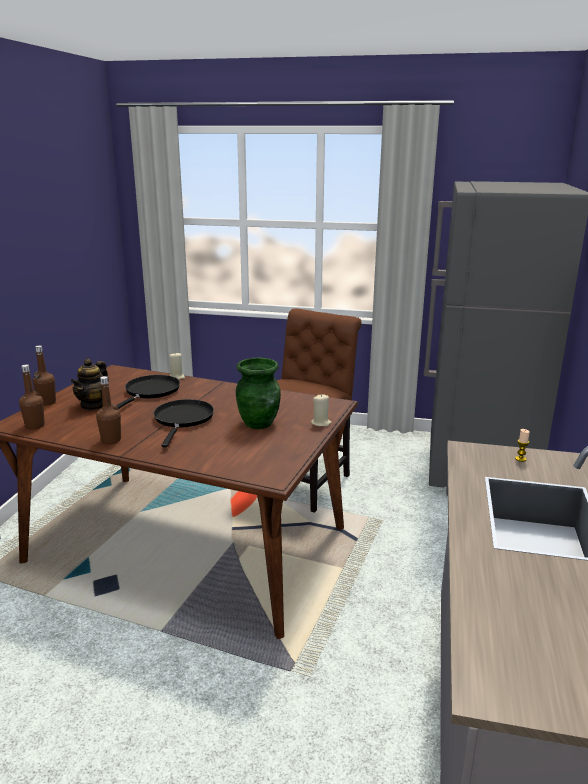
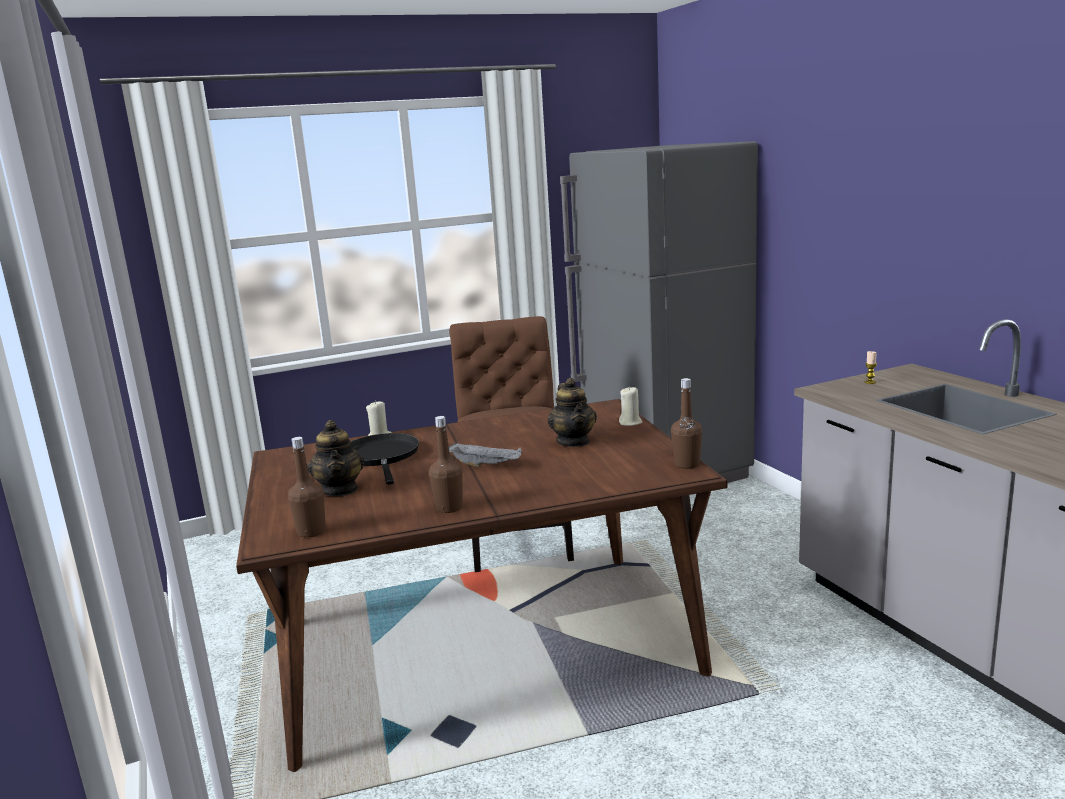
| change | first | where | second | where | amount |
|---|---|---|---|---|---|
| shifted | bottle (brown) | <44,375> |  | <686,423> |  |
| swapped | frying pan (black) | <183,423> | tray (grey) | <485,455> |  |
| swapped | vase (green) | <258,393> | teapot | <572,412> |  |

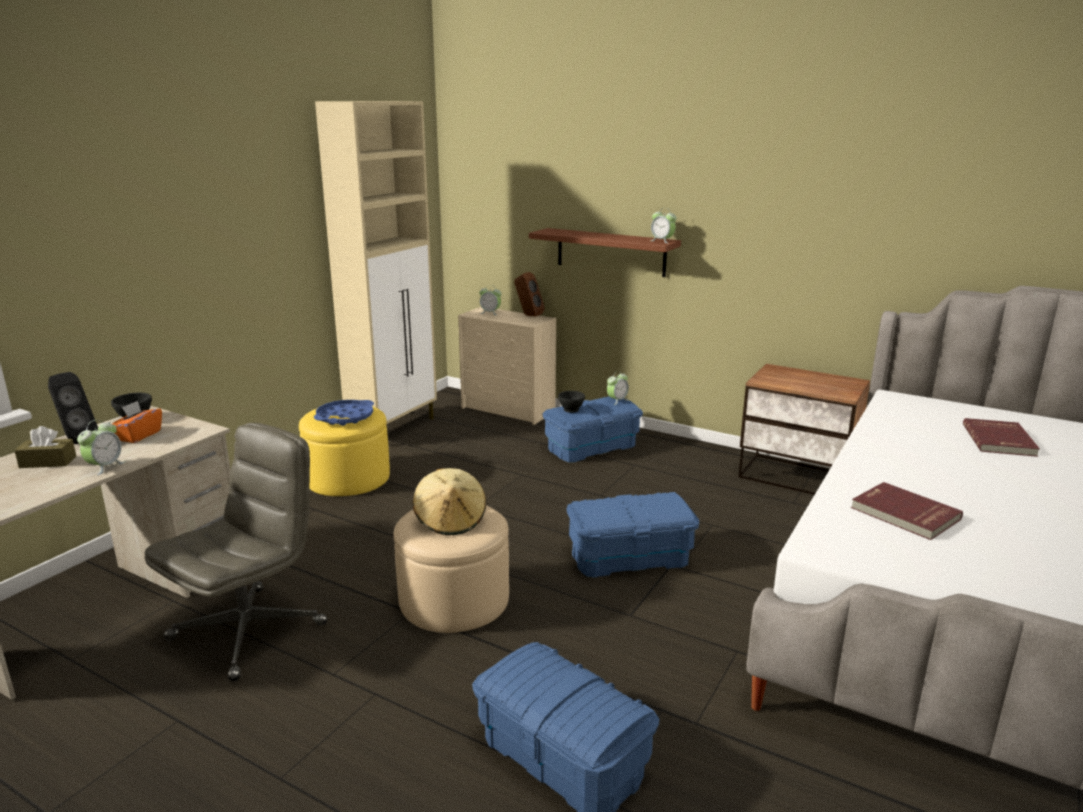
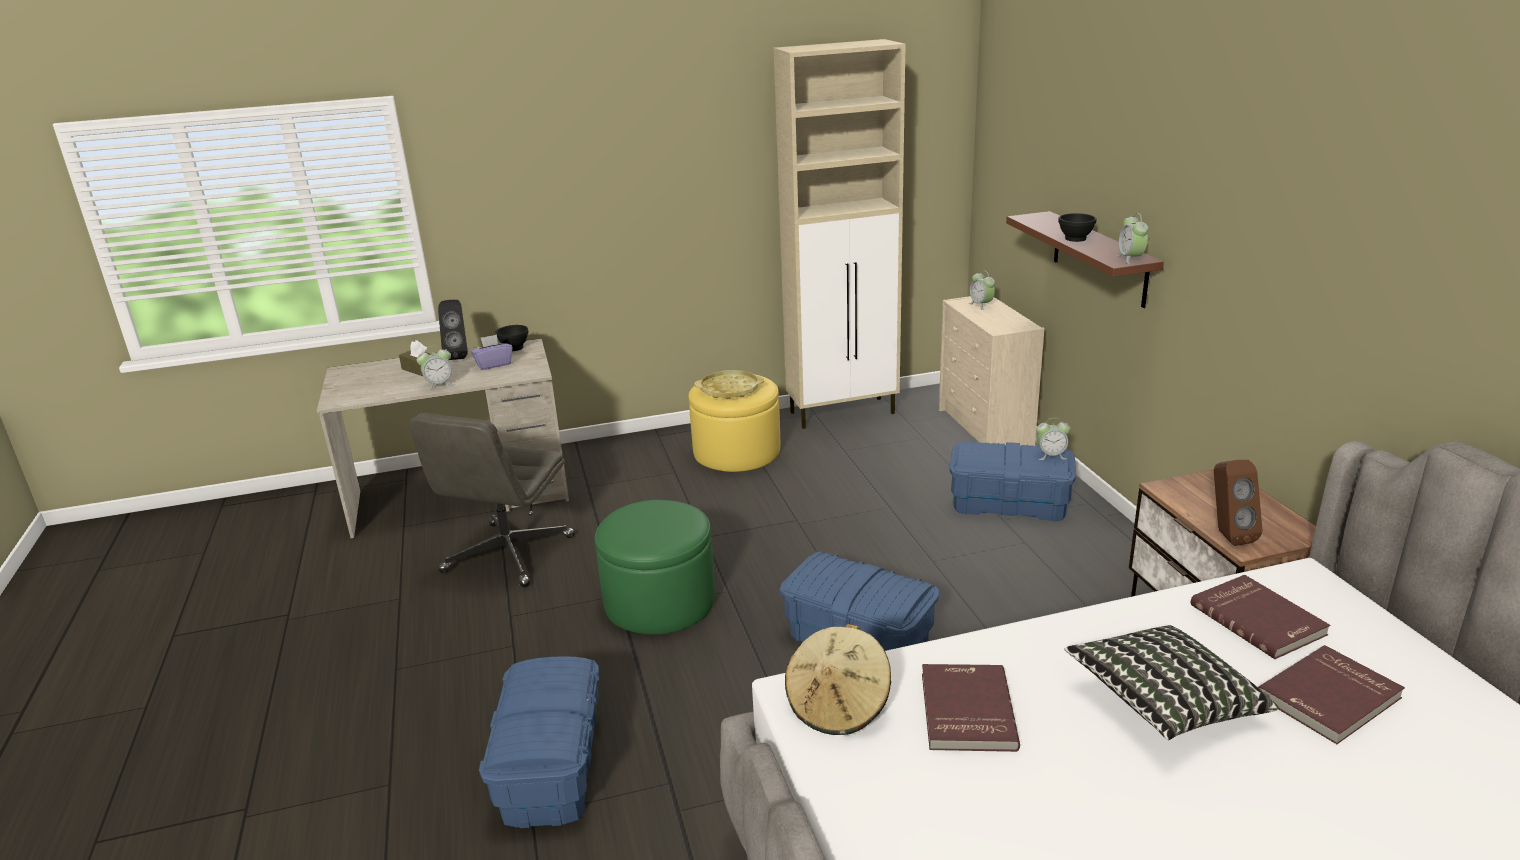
| change | first | where | second | where | amount |
|---|---|---|---|---|---|
| repainted | tissue box (orange) | <137,422> | tissue box (purple) | <492,352> |  |
| rotated | office chair (grey) | <236,552> |  | <492,500> | 120 degrees clockwise |
| repainted | tray (blue) | <344,413> | tray (yellow) | <729,384> |  |
| repainted | ottoman (beige) | <451,569> | ottoman (green) | <655,567> |  |
| shifted | hat (beige) | <449,501> |  | <838,679> |  |
| shifted | speaker (brown) | <529,294> |  | <1238,503> |  |
| shifted | bowl (black) | <571,402> |  | <1077,227> |  |
| new |  |  | pillow | <1171,682> |  |
| new |  |  | book (red) | <1260,617> |  |

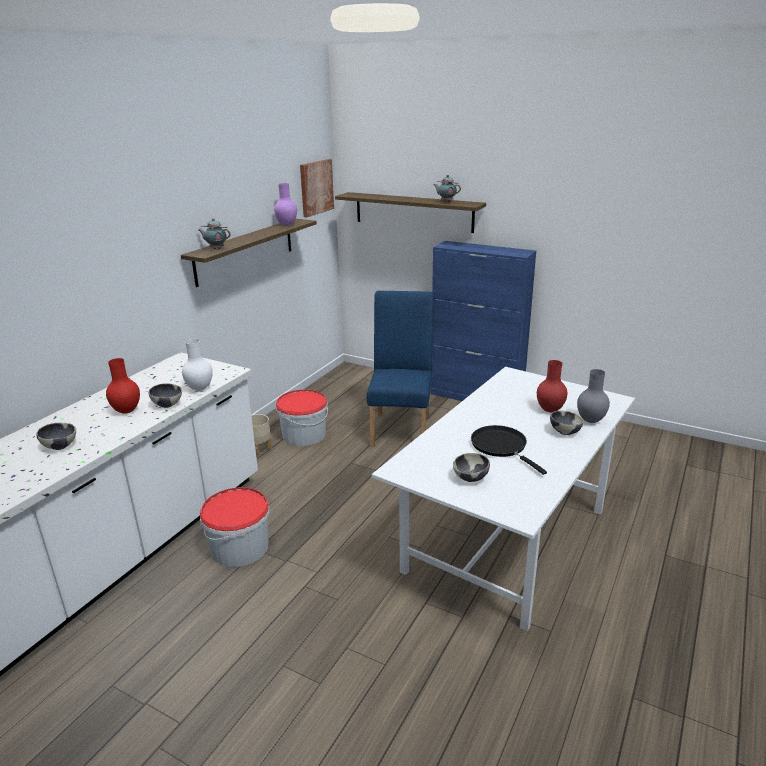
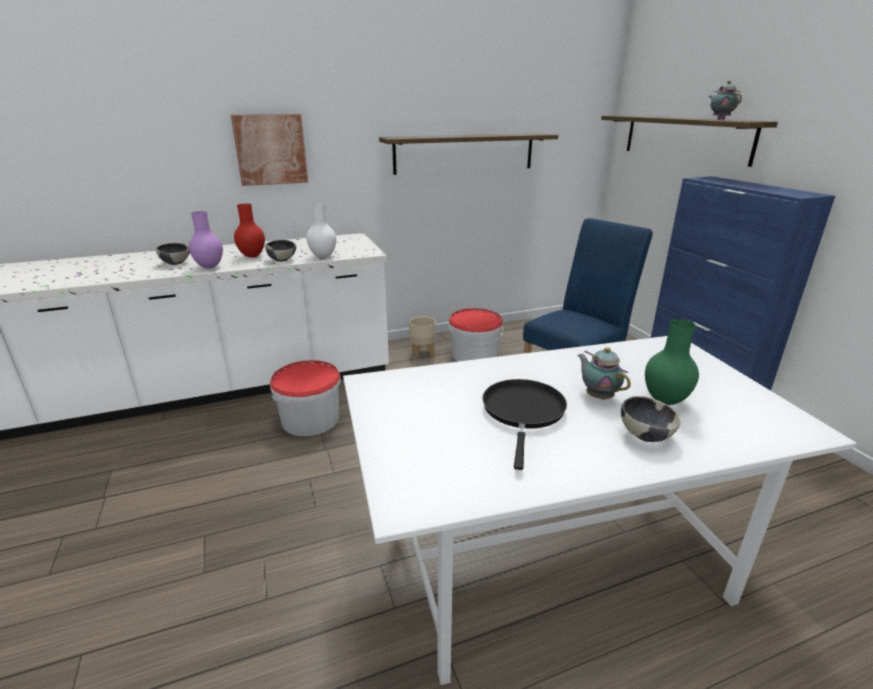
| change | first | where | second | where | amount |
|---|---|---|---|---|---|
| shifted | teapot | <214,233> |  | <604,373> |  |
| shifted | vase (purple) | <285,204> |  | <206,239> |  |
| shifted | picture | <317,188> |  | <269,150> |  |
| gone | bowl | <471,467> |  |  |  |
| repainted | vase (red) | <552,386> | vase (green) | <672,362> |  |
| gone | vase (grey) | <593,396> |  |  |  |

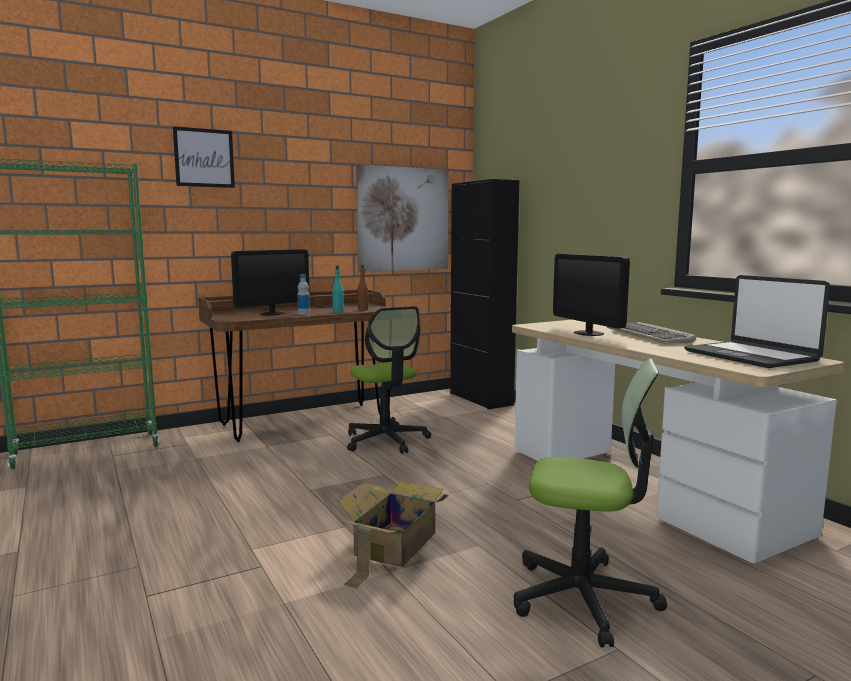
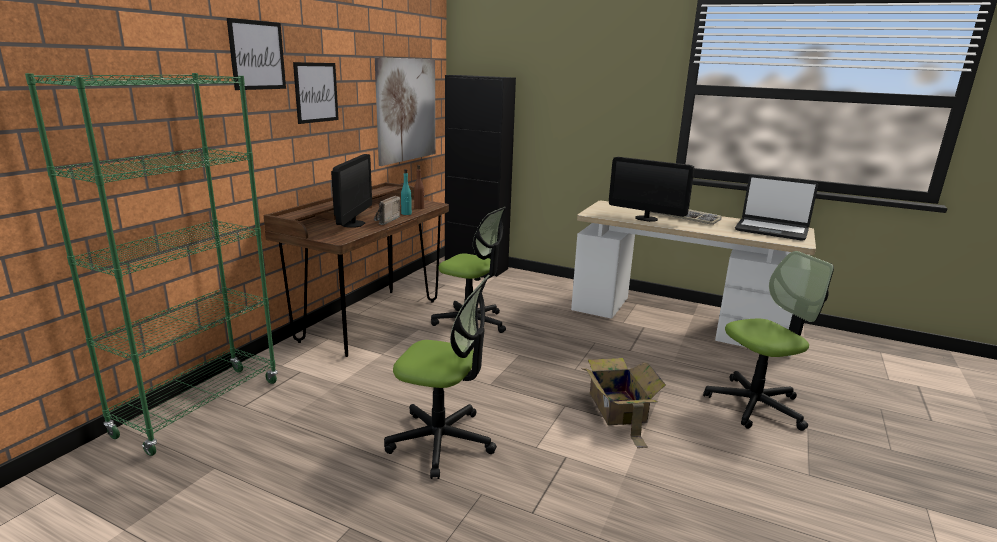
| change | first | where | second | where | amount |
|---|---|---|---|---|---|
| swapped | bottle | <303,294> | radio | <387,210> |  |
| new |  |  | picture | <316,93> |  |
| new |  |  | office chair | <440,377> |  |

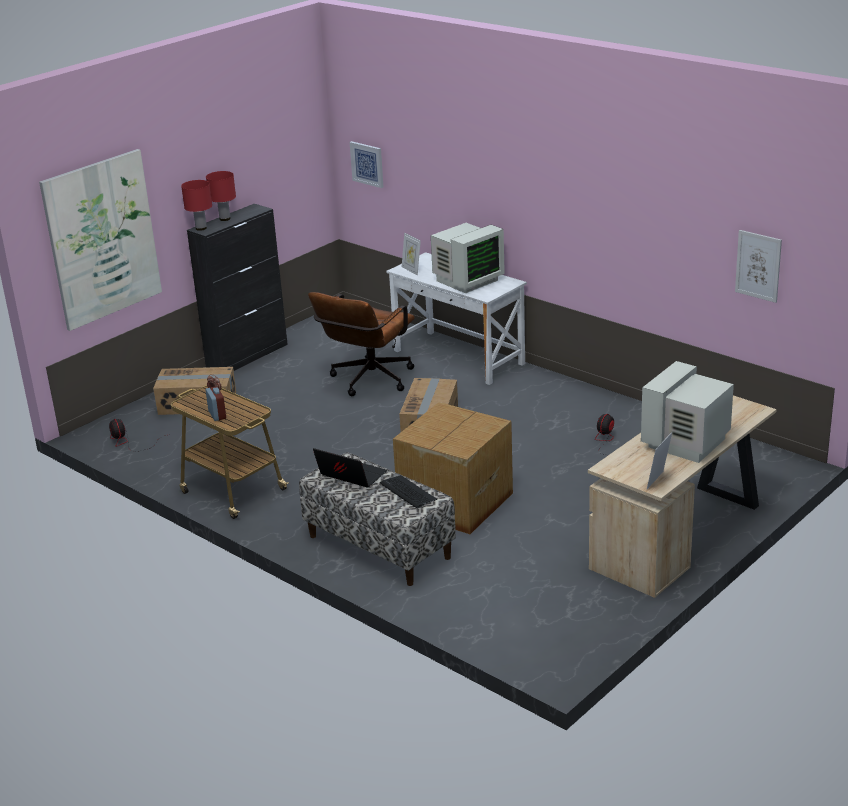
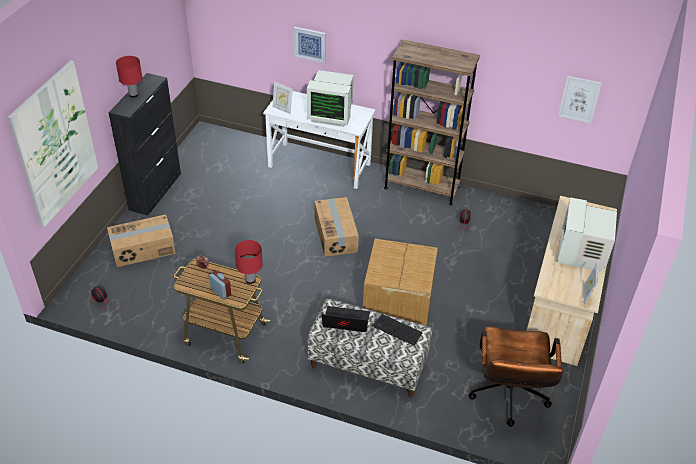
| change | first | where | second | where | amount |
|---|---|---|---|---|---|
| shifted | table lamp (red) | <196,205> |  | <249,262> |  |
| shifted | office chair (brown) | <361,344> |  | <516,377> |  |
| shifted | picture | <366,164> |  | <310,45> |  |
| rotated | monitor | <468,258> |  | <330,98> | 75 degrees clockwise |
| new |  |  | bookcase (brown) | <432,122> |  |

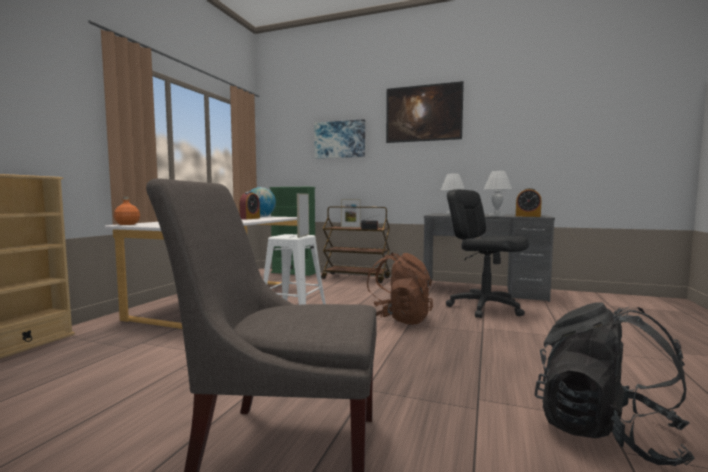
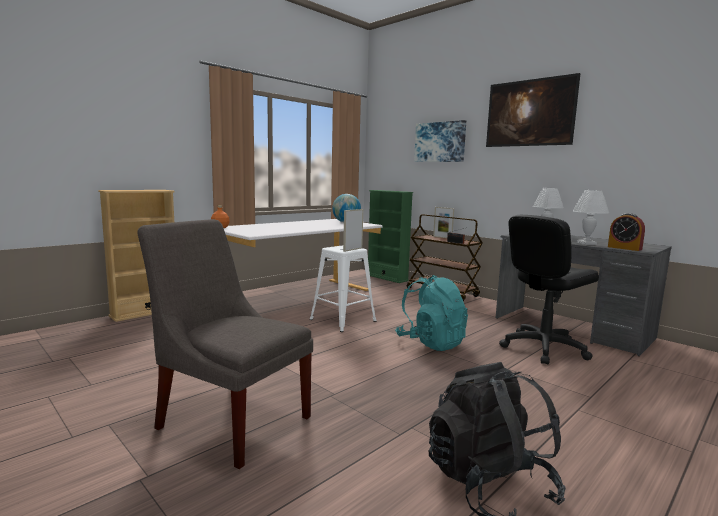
| change | first | where | second | where | amount |
|---|---|---|---|---|---|
| gone | alarm clock | <249,205> |  |  |  |
| repainted | backpack (brown) | <400,288> | backpack (turquoise) | <431,313> |  |
| rotated | office chair (black) | <487,253> |  | <549,289> | 105 degrees counterclockwise |

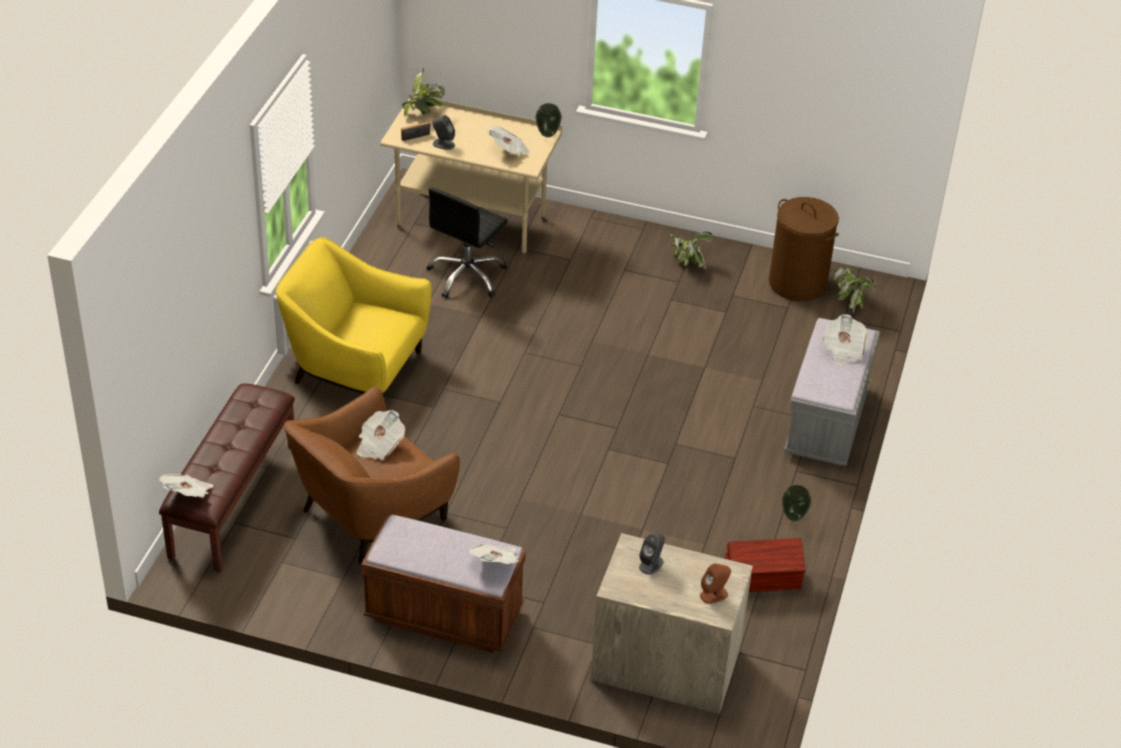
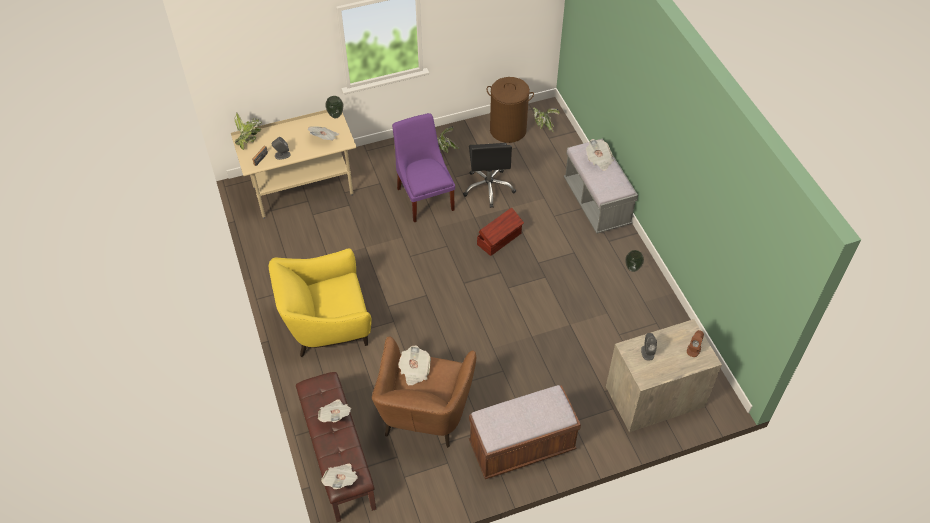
| change | first | where | second | where | amount |
|---|---|---|---|---|---|
| shifted | office chair (black) | <467,242> |  | <489,175> |  |
| shifted | newspaper | <494,553> |  | <334,411> |  |
| shifted | storage box (brown) | <765,565> |  | <500,232> |  |
| new |  |  | chair (purple) | <423,167> |  |

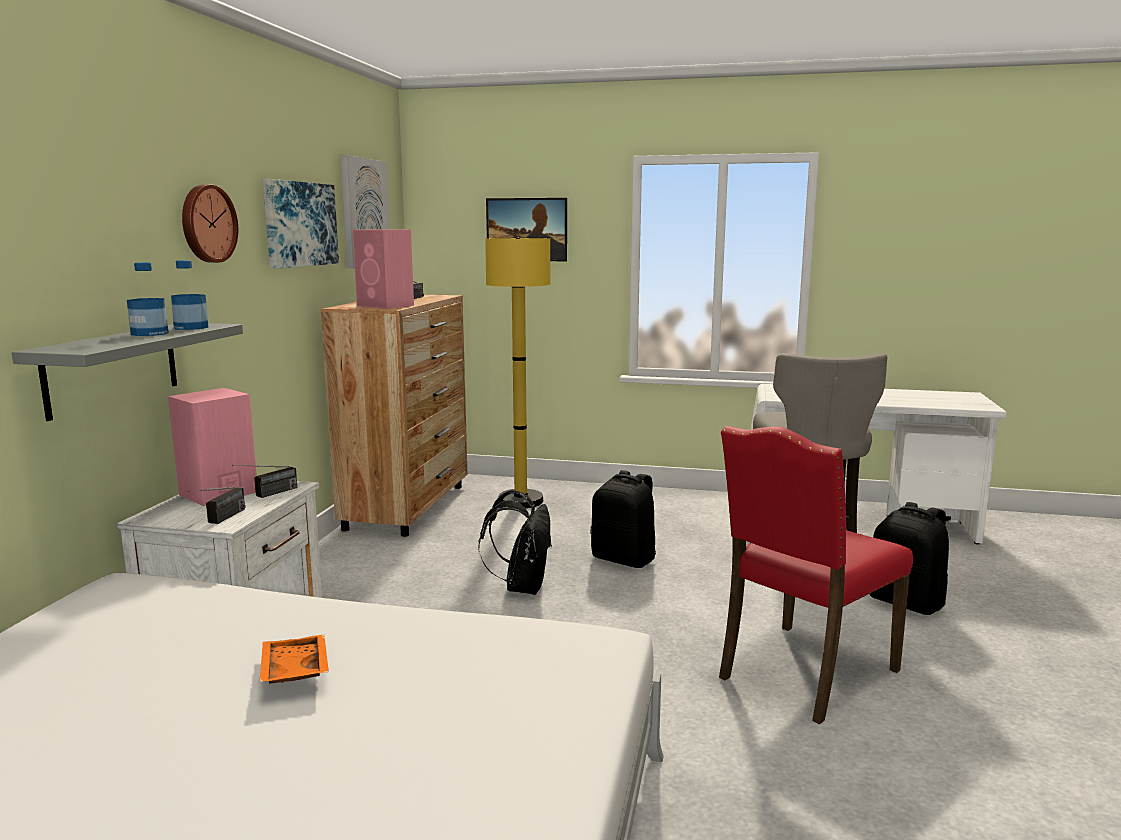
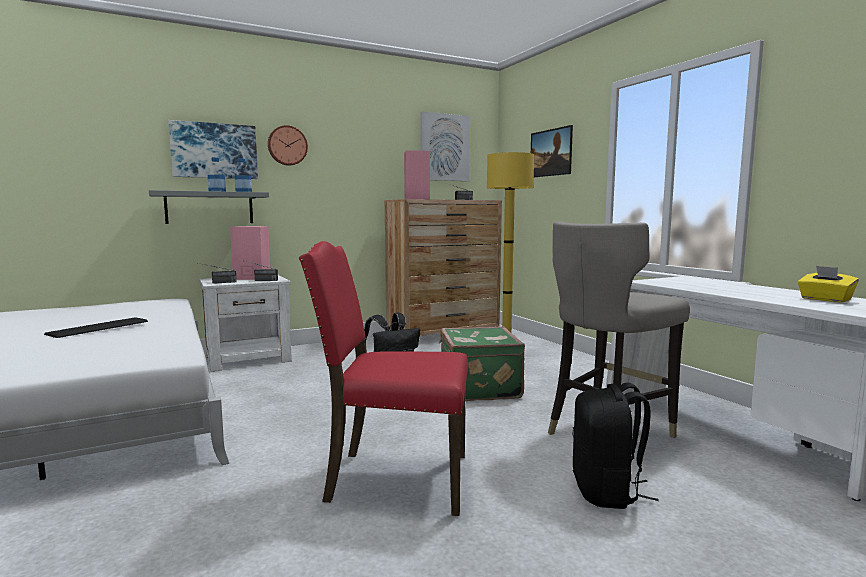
| change | first | where | second | where | amount |
|---|---|---|---|---|---|
| swapped | tray (orange) | <294,659> | keyboard | <96,327> |  |
| shifted | picture | <301,224> |  | <213,149> |  |
| swapped | backpack (black) | <623,519> | suitcase (green) | <482,363> |  |
| new |  |  | tissue box (yellow) | <828,284> |  |

